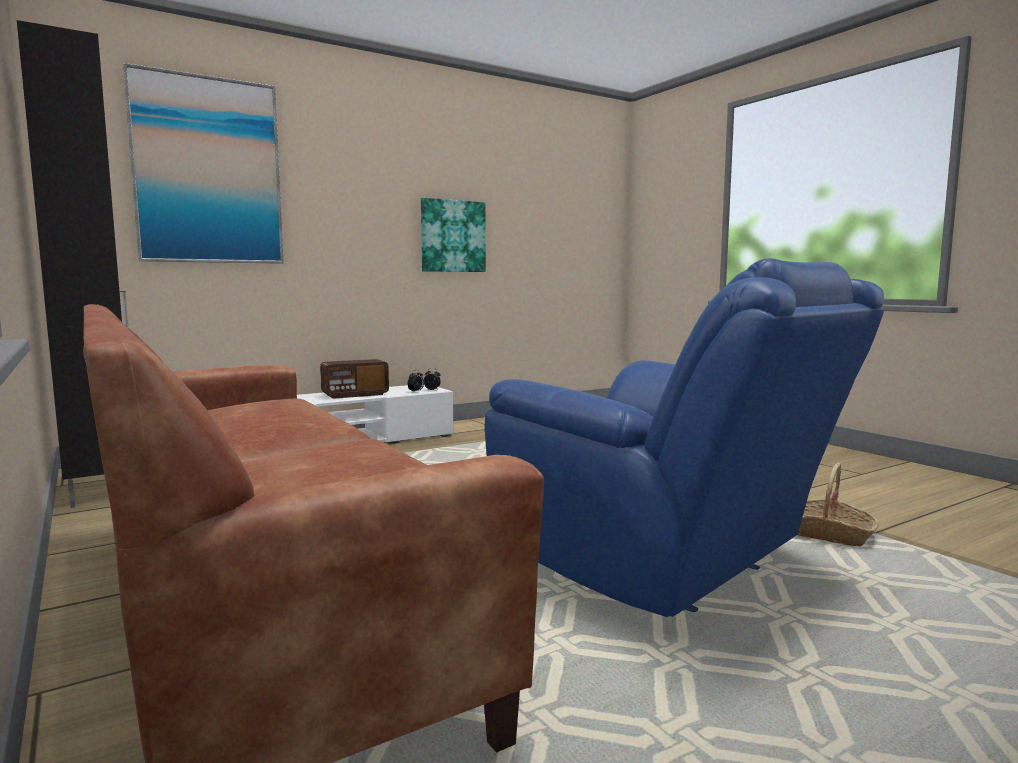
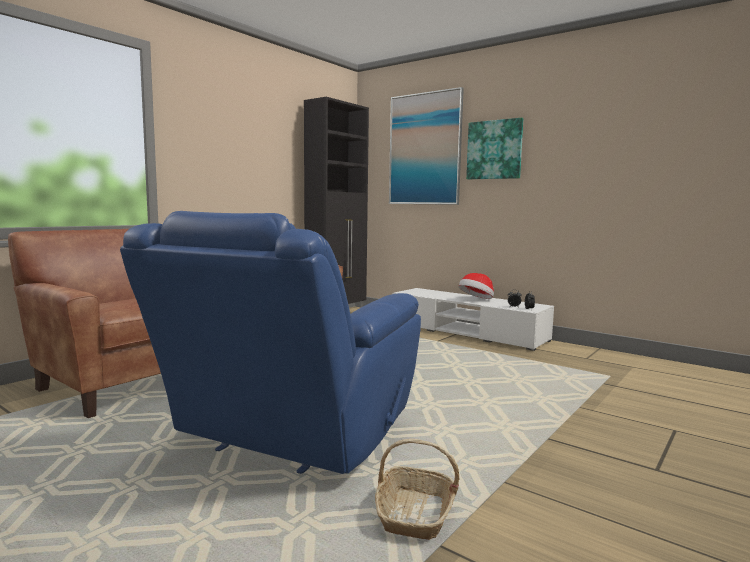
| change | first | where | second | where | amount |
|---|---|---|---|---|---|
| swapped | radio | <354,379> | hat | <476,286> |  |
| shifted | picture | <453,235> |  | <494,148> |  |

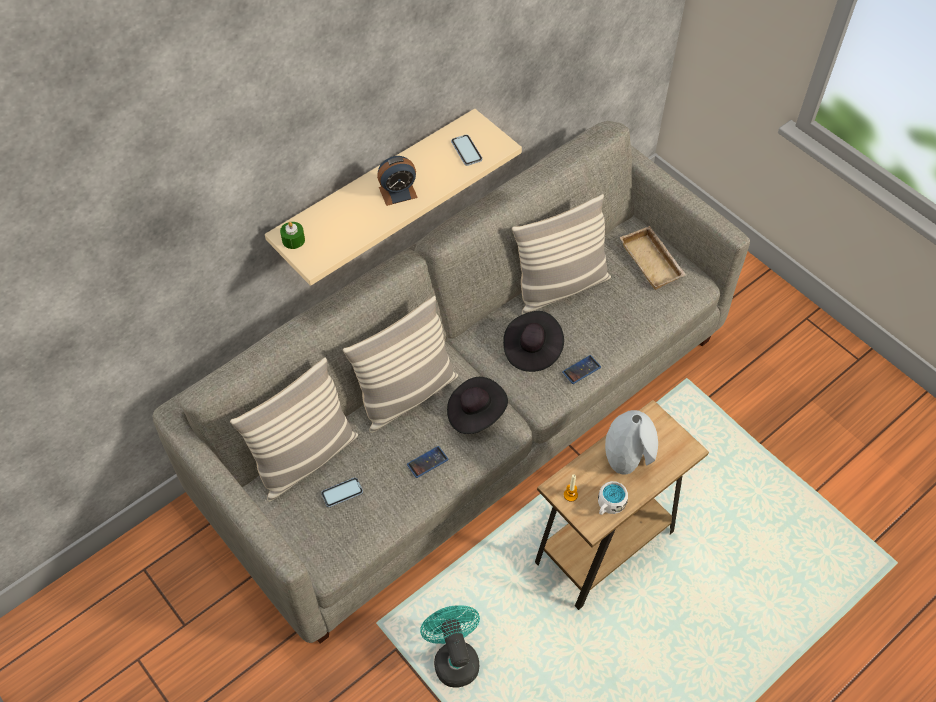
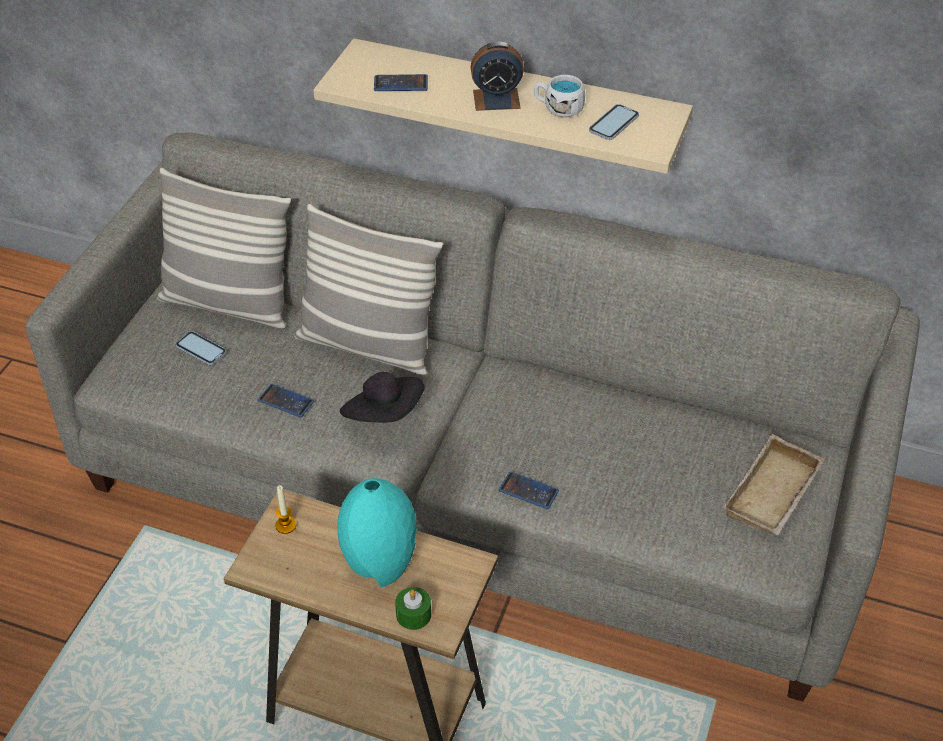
| change | first | where | second | where | amount |
|---|---|---|---|---|---|
| shifted | candle (green) | <292,235> |  | <413,608> |  |
| rotated | alarm clock | <397,181> |  | <497,76> | 45 degrees counterclockwise |
| gone | fan (turquoise) | <450,646> |  |  |  |
| gone | hat (black) | <533,341> |  |  |  |
| gone | pillow | <561,254> |  |  |  |
| shifted | mug (white) | <613,498> |  | <559,96> |  |
| repainted | vase (grey) | <631,442> | vase (turquoise) | <377,532> |  |
| new |  |  | phone | <401,82> |  |

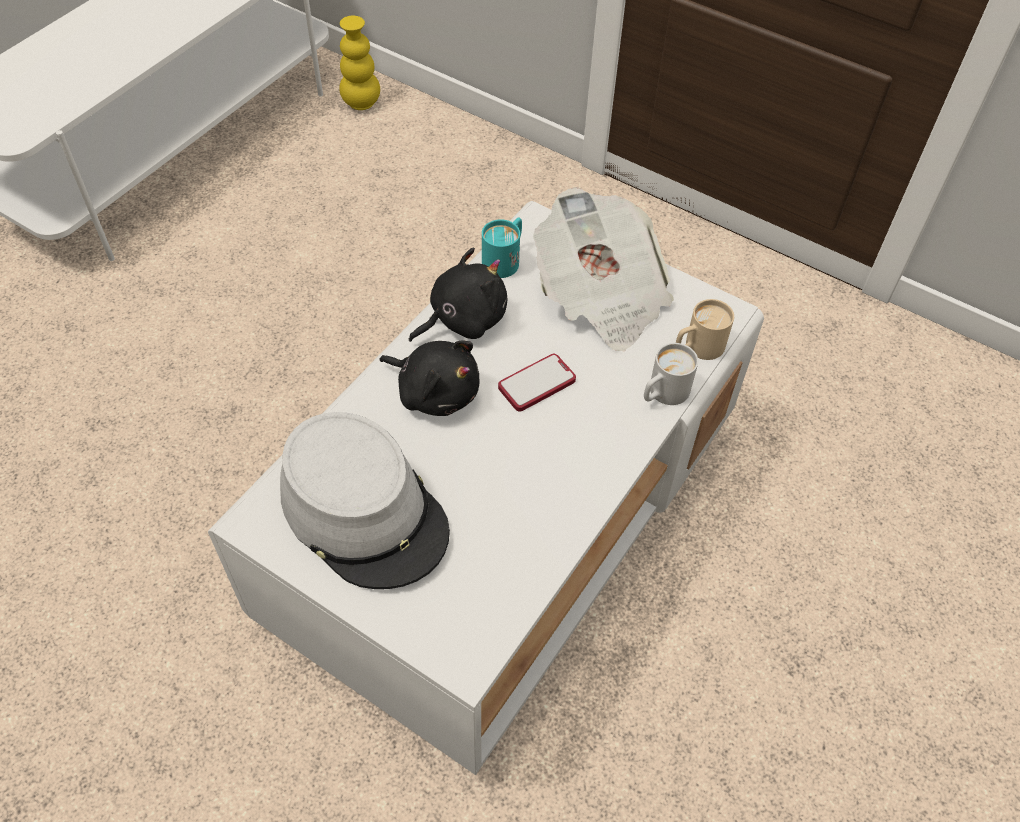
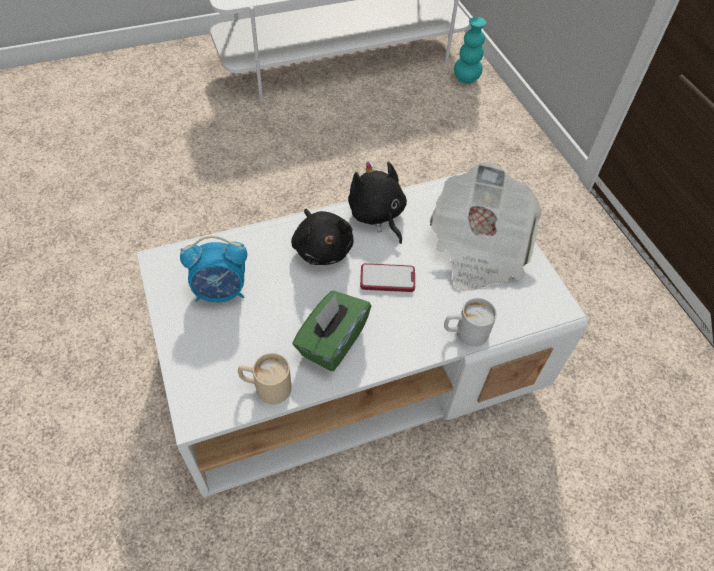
| change | first | where | second | where | amount |
|---|---|---|---|---|---|
| swapped | hat (grey) | <365,500> | alarm clock | <213,269> |  |
| repainted | vase (yellow) | <359,63> | vase (turquoise) | <470,50> |  |
| rotated | plush toy (black) | <458,295> |  | <377,202> | 120 degrees counterclockwise |
| gone | mug (turquoise) | <502,248> |  |  |  |
| shifted | mug (beige) | <705,329> |  | <265,378> |  |
| new |  |  | tissue box (green) | <331,330> |  |

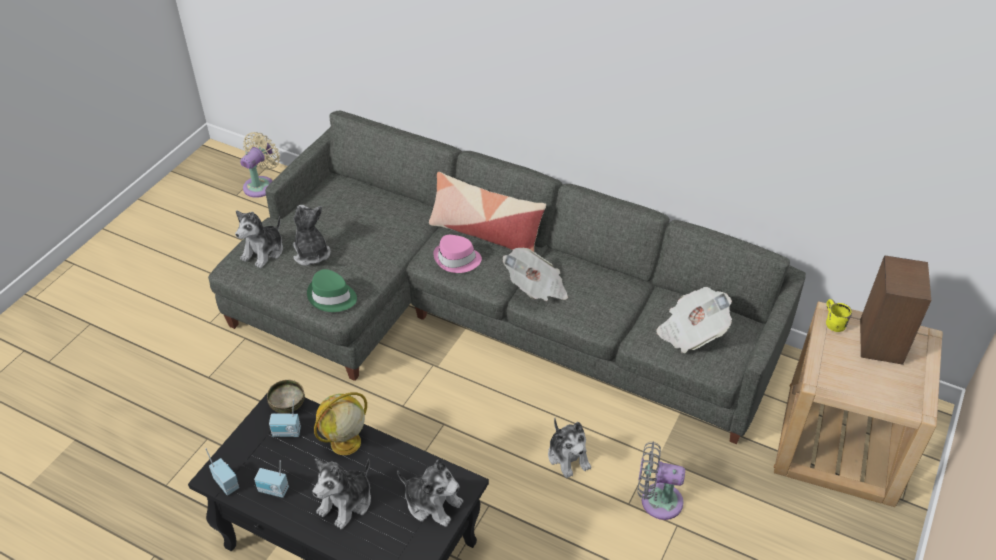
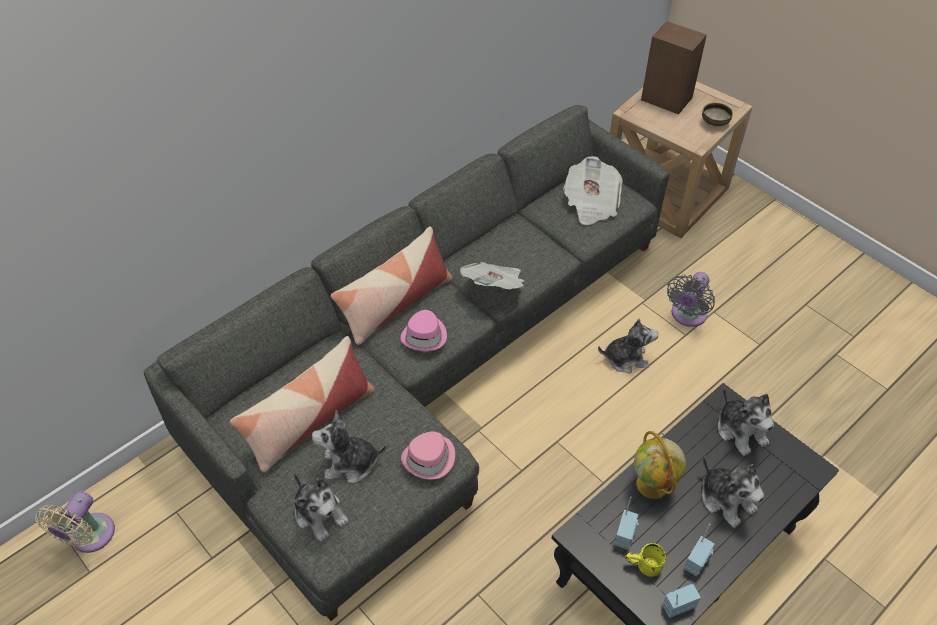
| change | first | where | second | where | amount |
|---|---|---|---|---|---|
| rotated | fan (beige) | <260,165> |  | <75,522> | 120 degrees counterclockwise |
| shifted | bowl | <286,396> |  | <717,114> |  |
| repainted | hat (green) | <332,290> | hat (pink) | <428,456> |  |
| rotated | plush toy | <430,493> |  | <746,421> | 105 degrees clockwise |
| shifted | mug (yellow) | <839,315> |  | <645,560> |  |
| new |  |  | pillow | <302,404> |  |

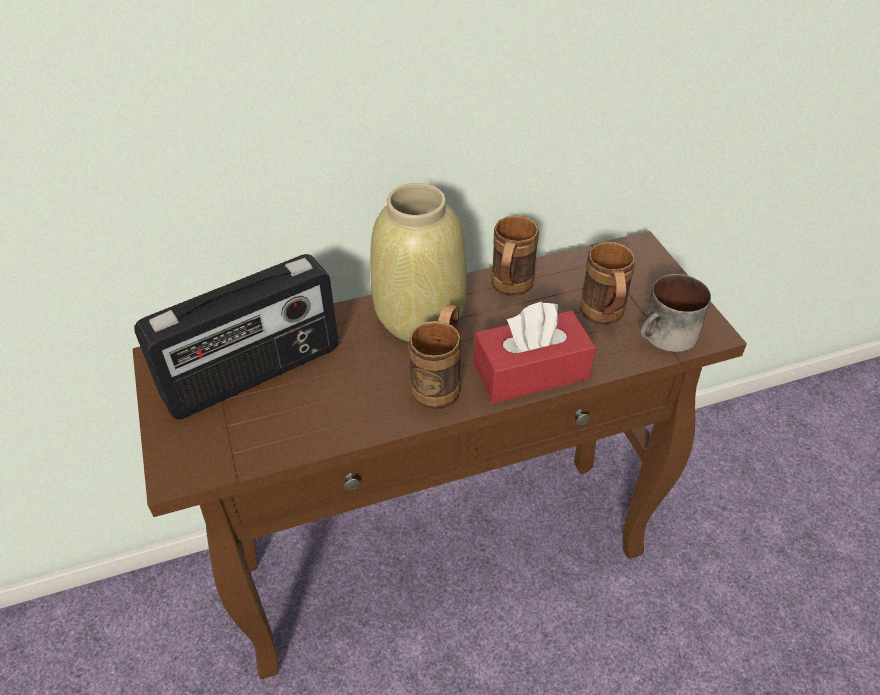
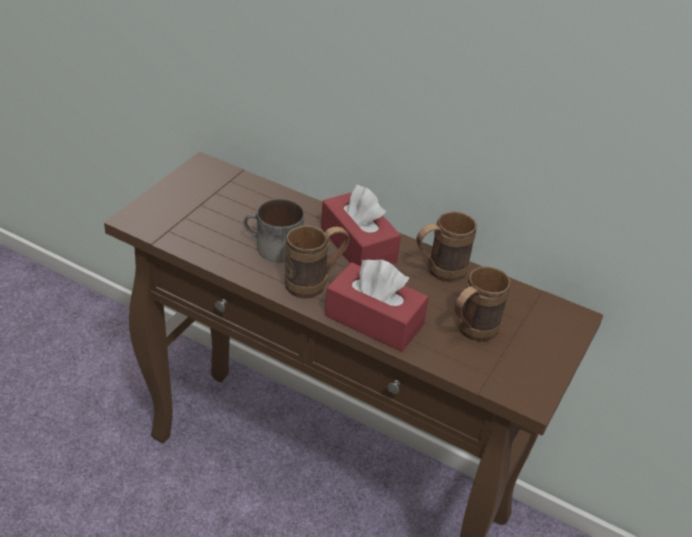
| change | first | where | second | where | amount |
|---|---|---|---|---|---|
| gone | radio | <236,337> |  |  |  |
| swapped | vase (beige) | <418,262> | tissue box (red) | <361,225> |  |
| shifted | mug | <675,313> |  | <273,230> |  |

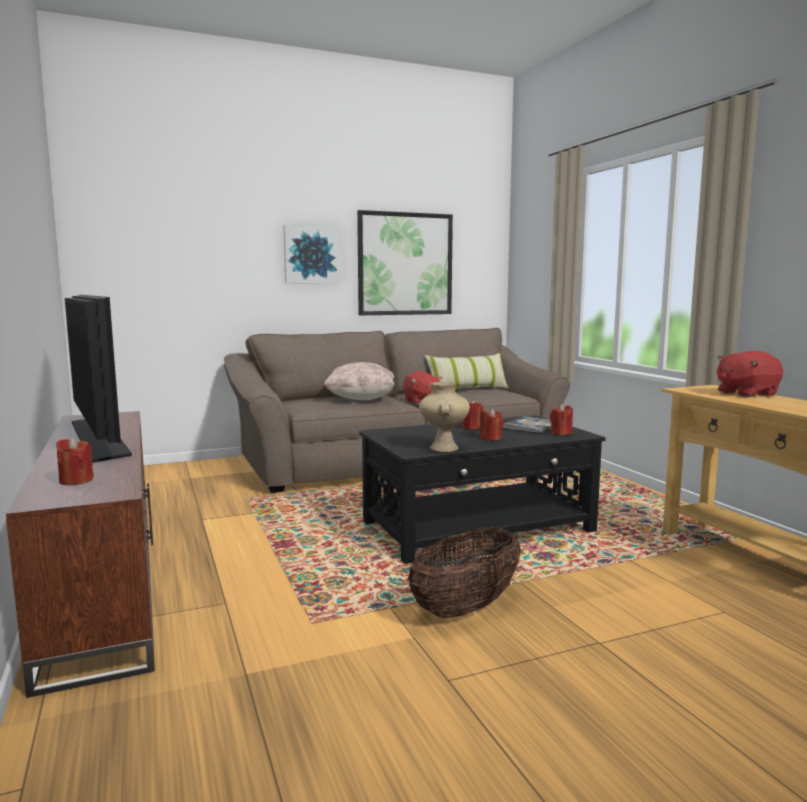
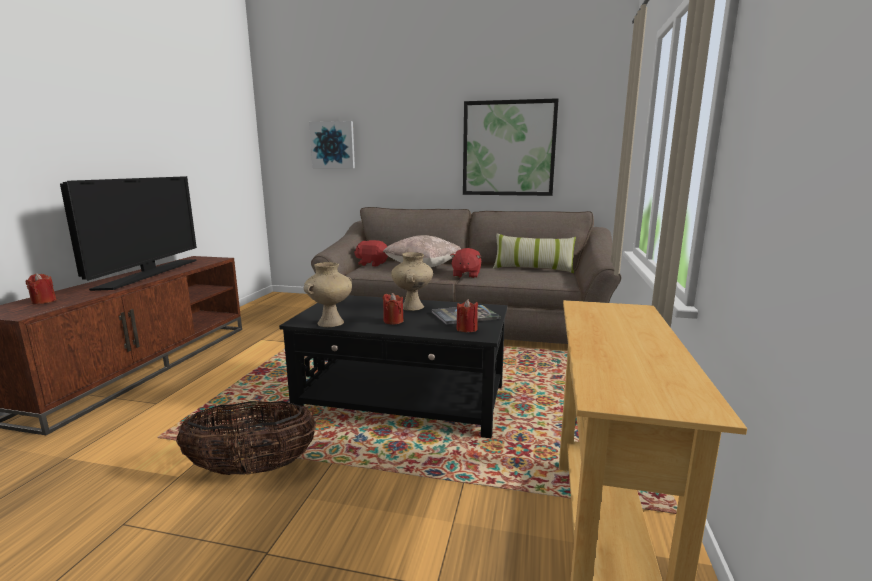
| change | first | where | second | where | amount |
|---|---|---|---|---|---|
| shifted | picture | <312,254> |  | <332,144> |  |
| swapped | candle (red) | <472,414> | vase (beige) | <412,281> |  |
| shifted | plush toy (red) | <750,374> |  | <371,253> |  |

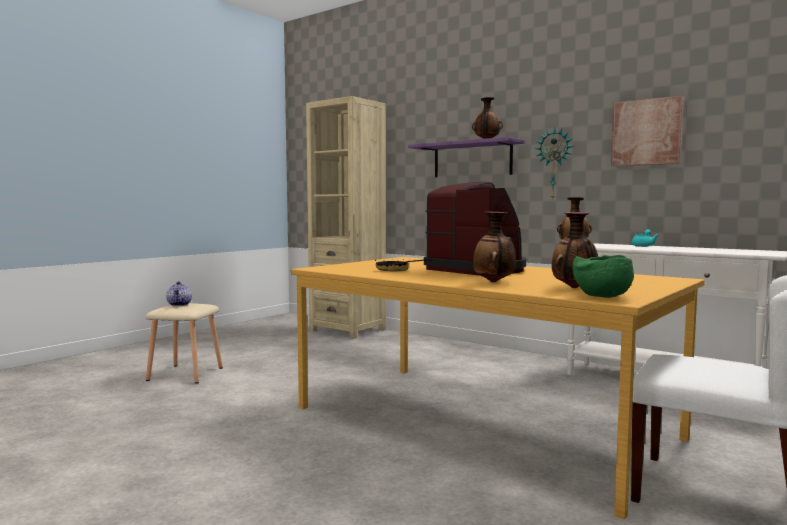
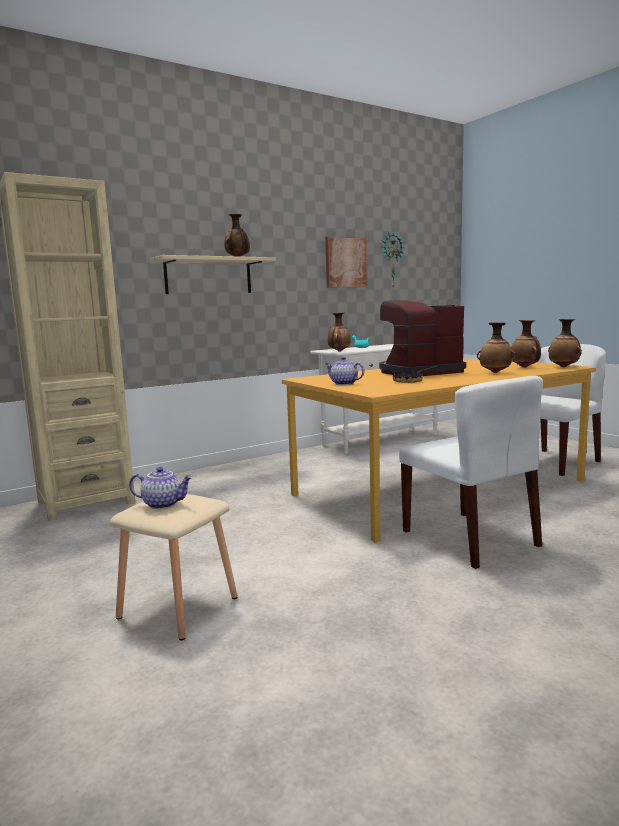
| change | first | where | second | where | amount |
|---|---|---|---|---|---|
| repainted | shelf (purple) | <466,157> | shelf (beige) | <213,274> |  |
| shifted | wall clock | <554,163> |  | <393,260> |  |
| swapped | bowl (green) | <603,276> | vase | <565,343> |  |
| new |  |  | teapot | <344,371> |  |
| new |  |  | chair (white) | <471,472> |  |

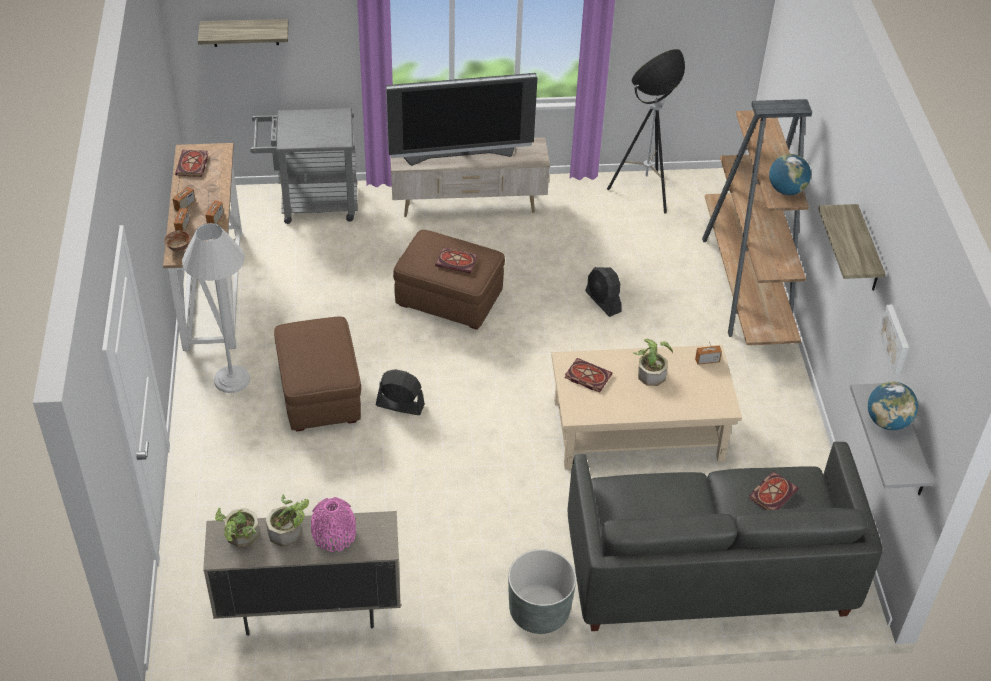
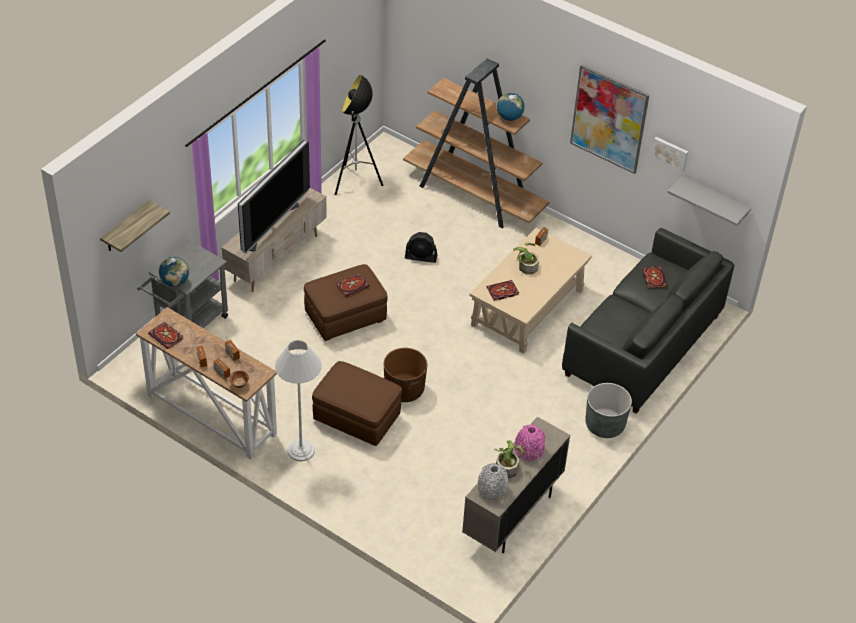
| change | first | where | second | where | amount |
|---|---|---|---|---|---|
| swapped | potted plant | <237,528> | vase (grey) | <493,482> |  |
| swapped | fan (black) | <400,392> | planter (brown) | <405,375> |  |
| swapped | shelf | <851,247> | picture | <609,119> |  |
| shifted | globe | <893,406> |  | <174,272> |  |

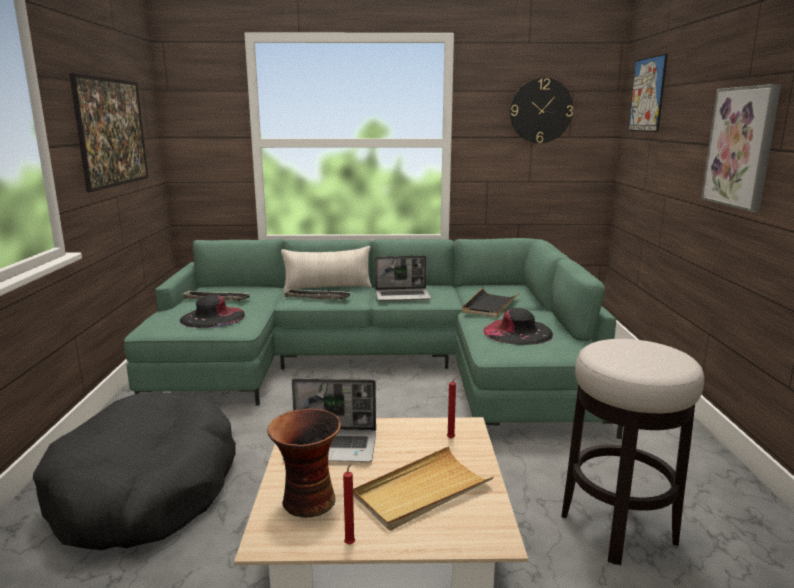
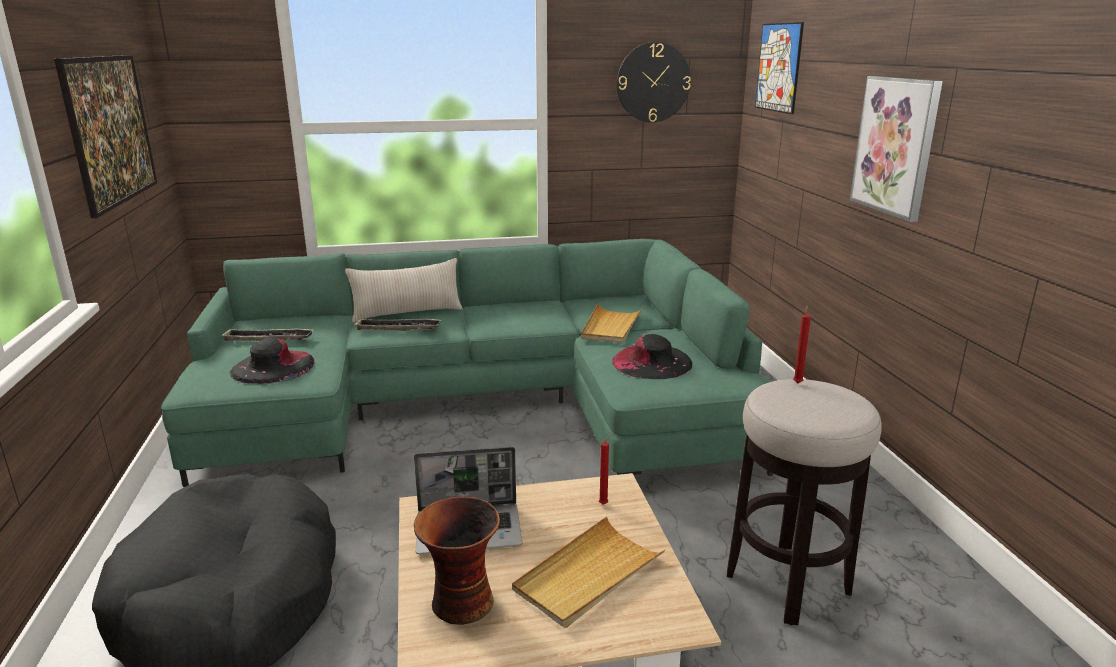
| change | first | where | second | where | amount |
|---|---|---|---|---|---|
| shifted | candle (red) | <349,502> |  | <802,344> |  |
| gone | laptop | <403,278> |  |  |  |
| repainted | tray (black) | <491,303> | tray (beige) | <611,323> |  |

